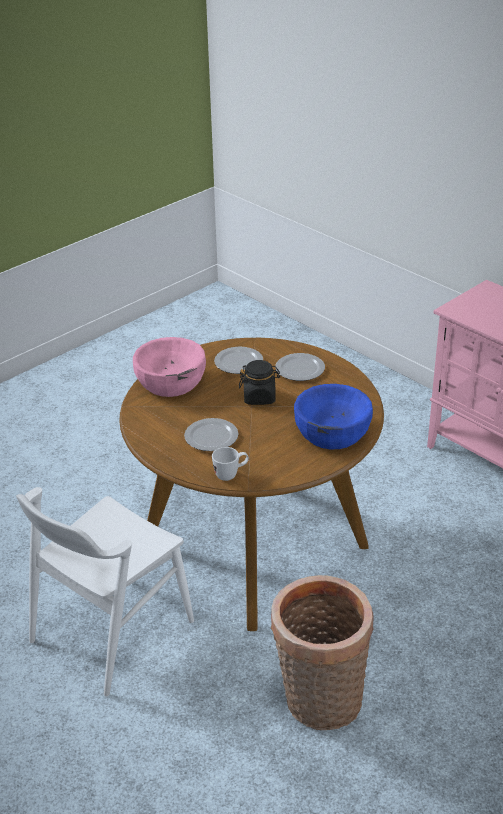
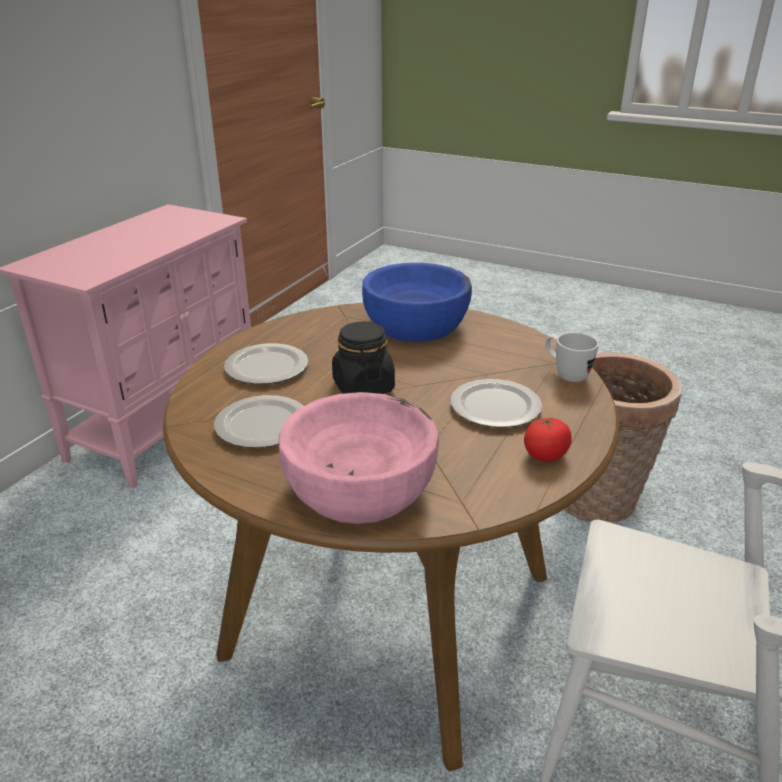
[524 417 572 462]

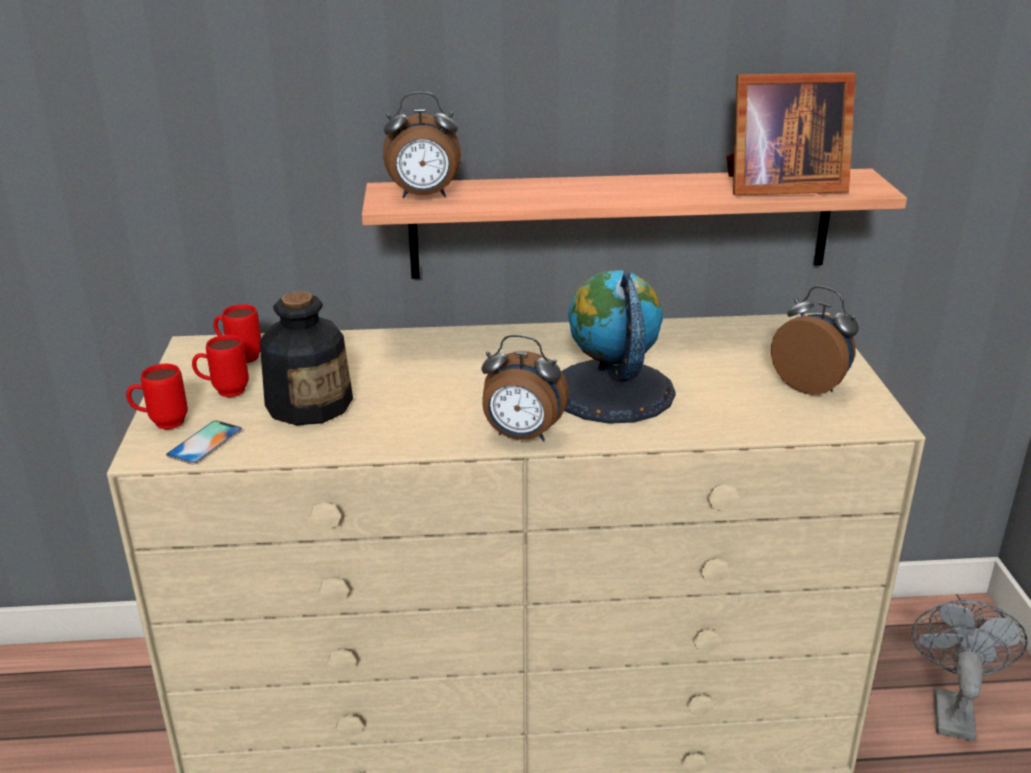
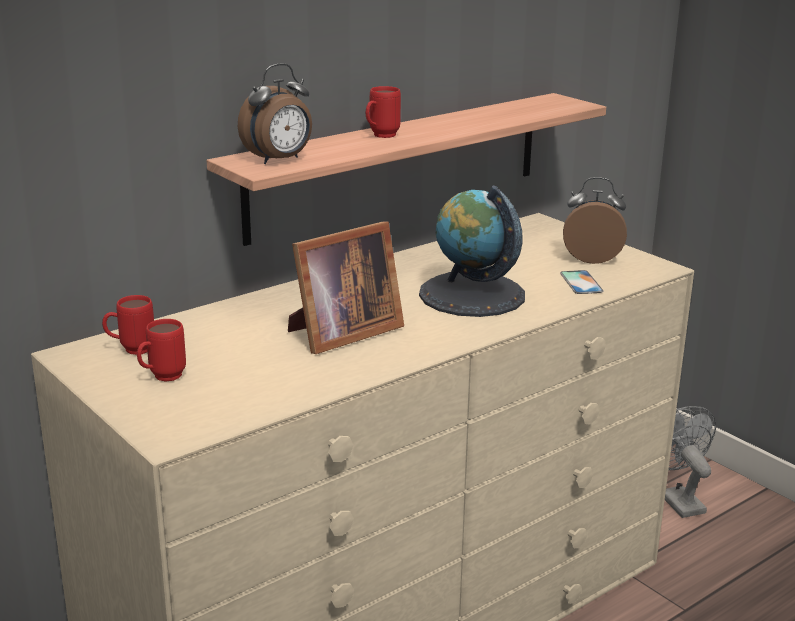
[366 86 401 138]
[560 270 604 294]
[260 291 353 426] (first image)
[481 335 569 441] (first image)
[288 221 404 354]

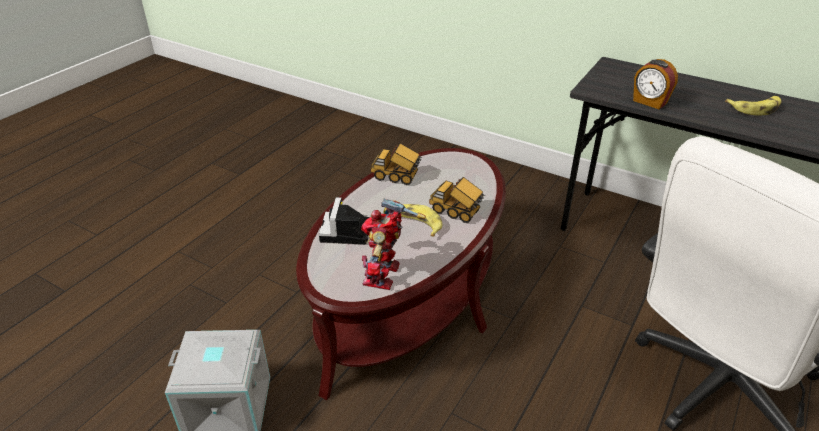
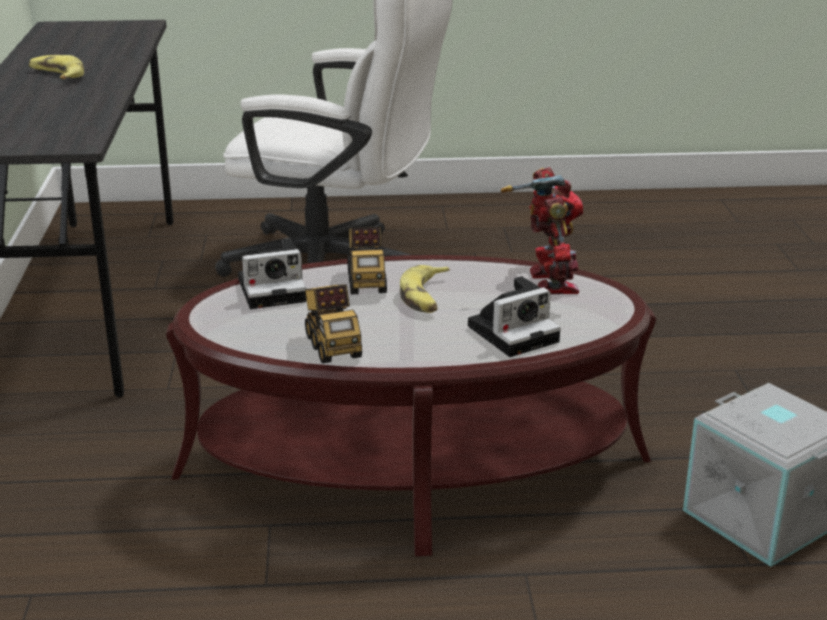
[501 167 583 294]
[633 59 678 109] (first image)
[238 238 307 309]

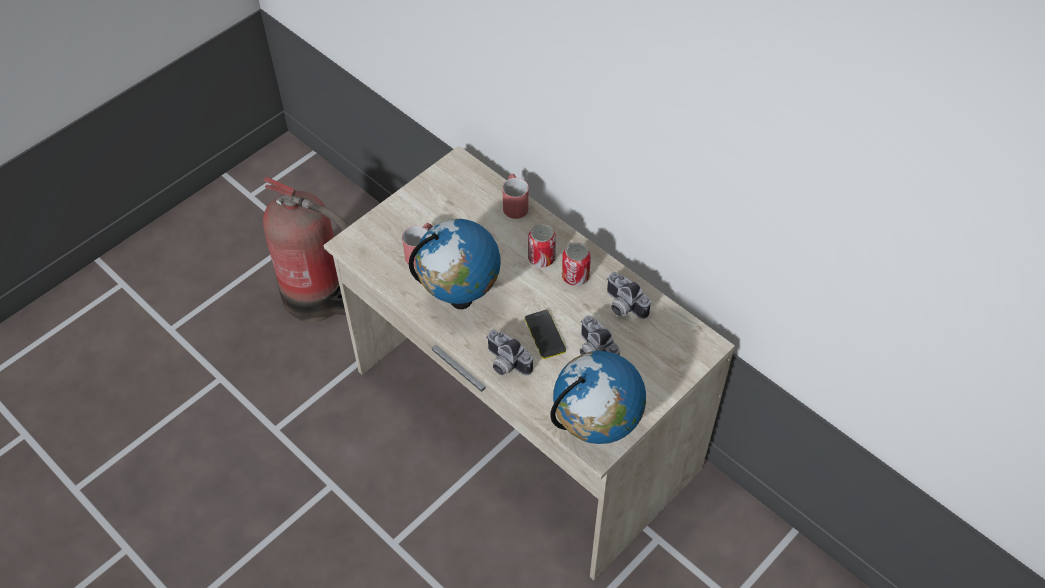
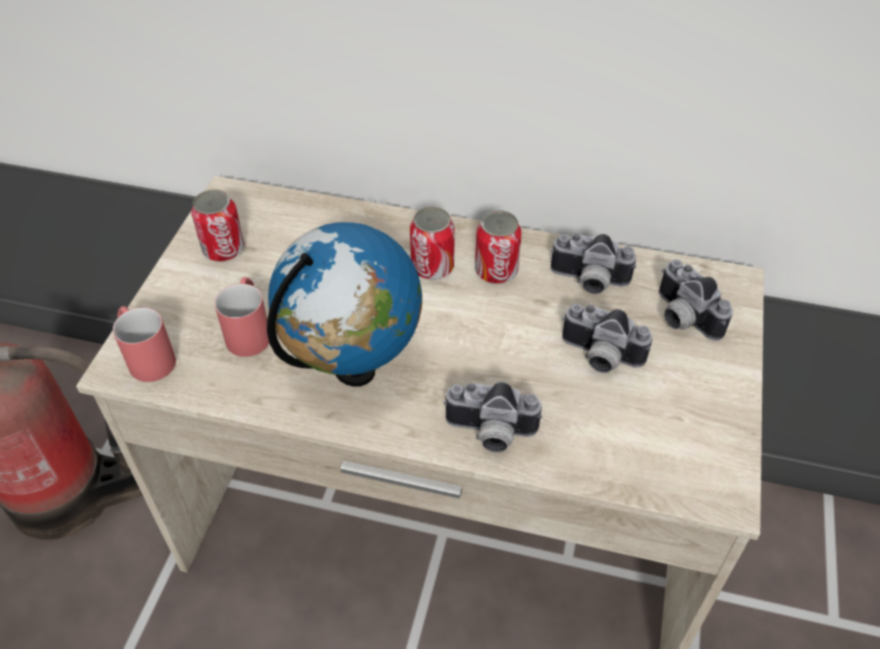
[113 306 176 382]
[525 310 566 359] (first image)
[550 351 646 444] (first image)
[191 189 244 262]
[659 259 733 341]

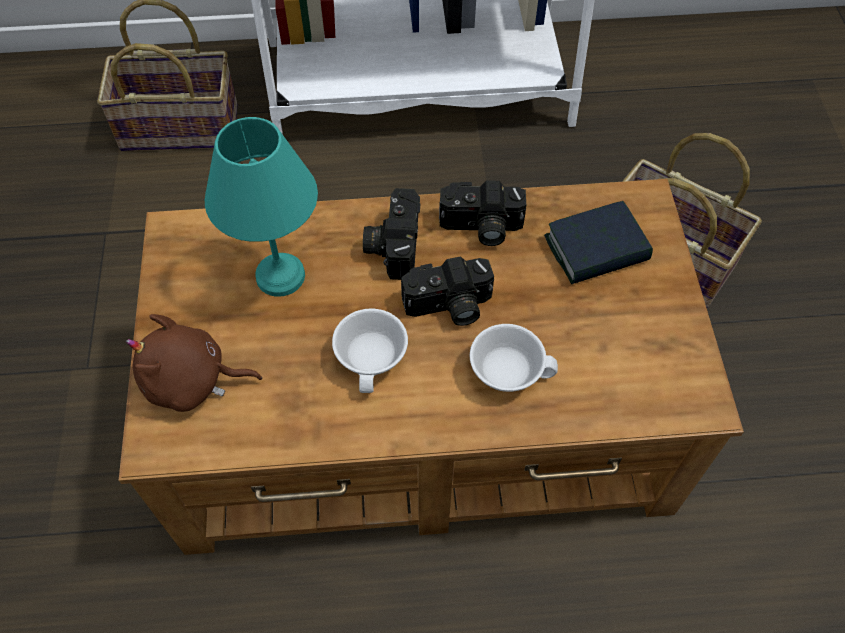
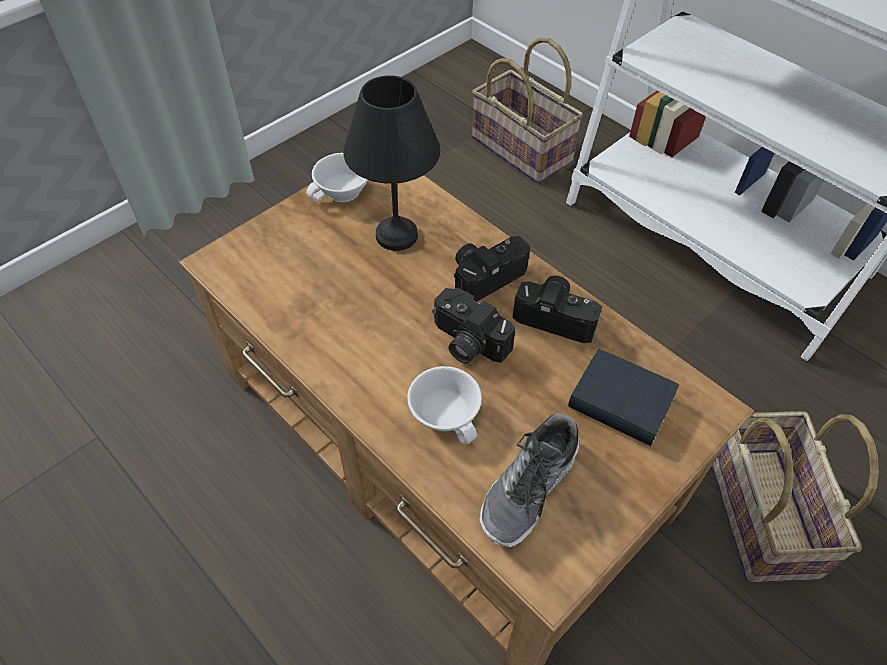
[126 314 262 412] (first image)
[343 75 440 251]
[306 153 368 202]
[513 276 602 343]
[480 413 579 547]

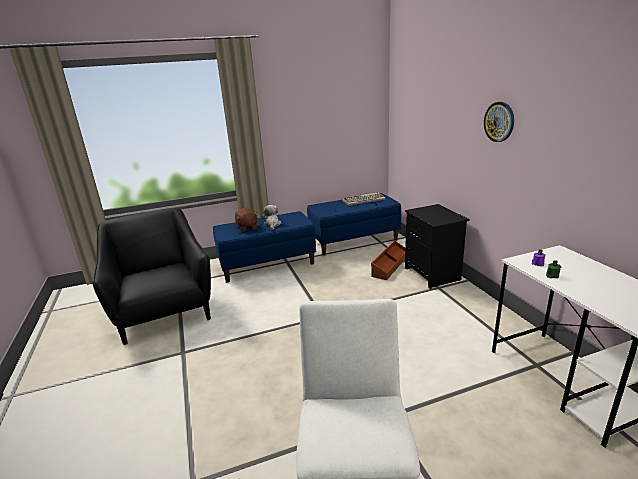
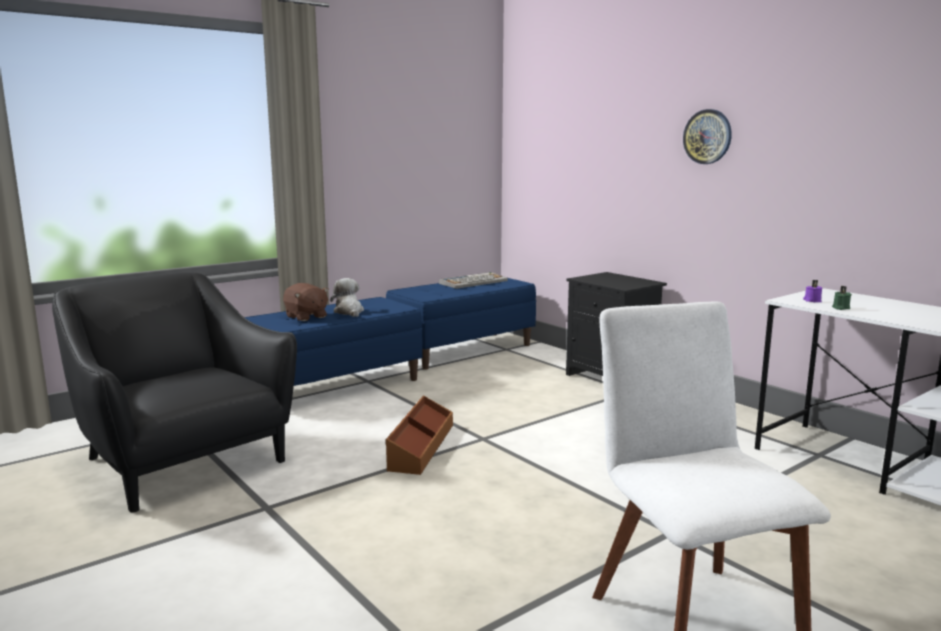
[385 395 453 475]

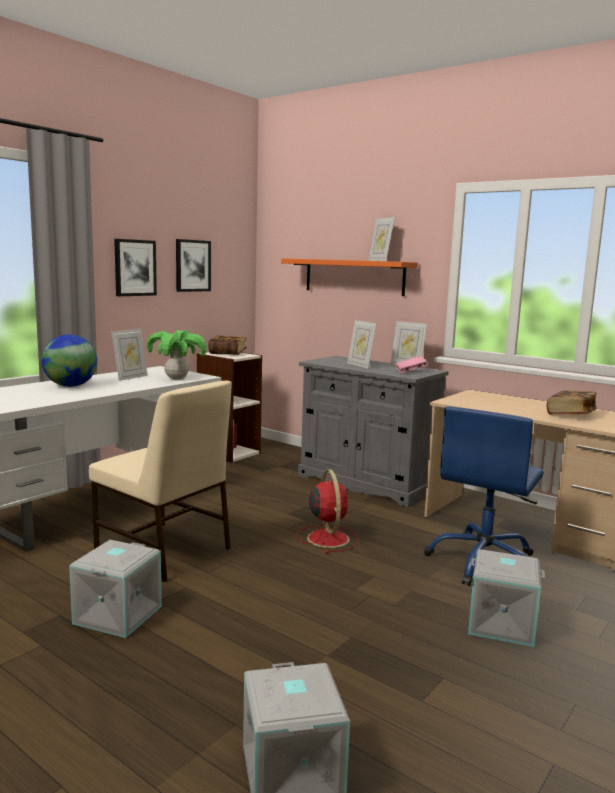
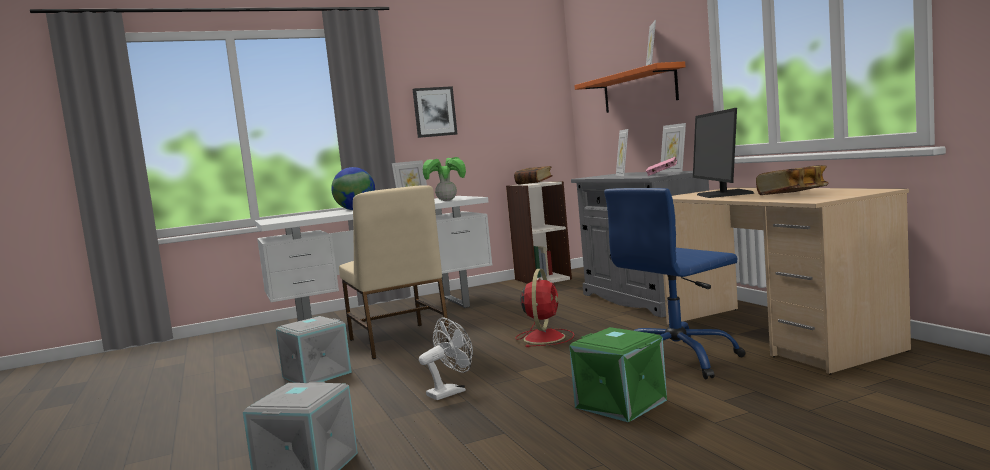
[176 239 211 292] (first image)
[569 327 667 423]
[419 317 473 400]
[693 108 754 198]

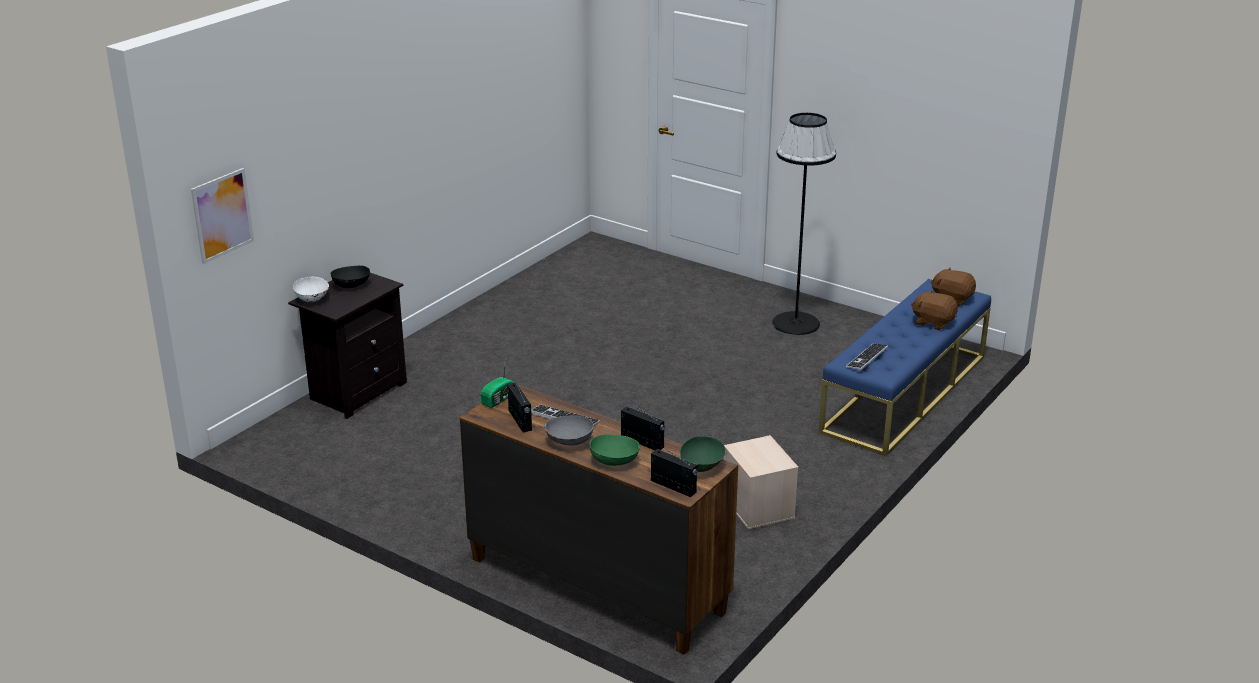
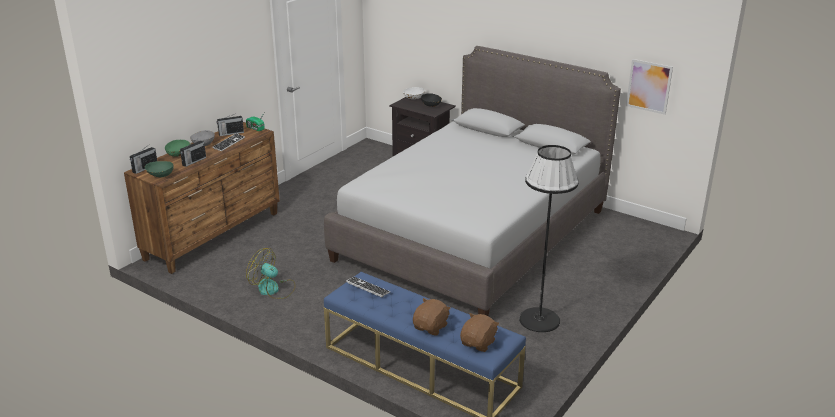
[626 59 673 115]
[246 248 296 299]
[324 46 621 316]

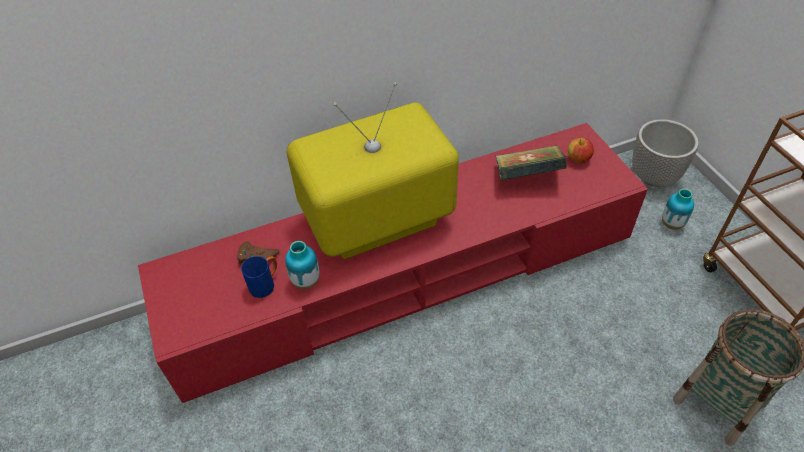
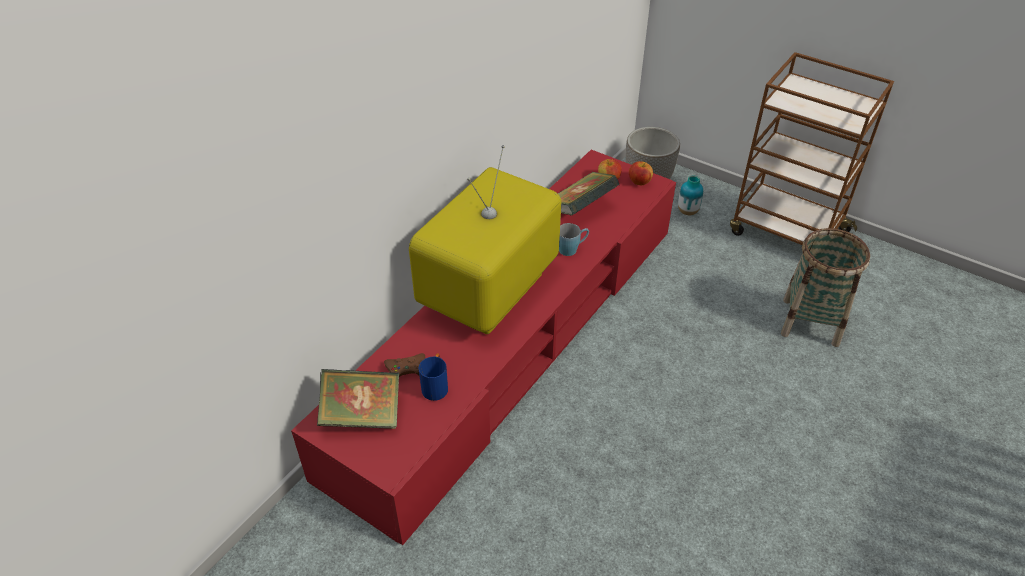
[285 241 320 290] (first image)
[317 369 399 429]
[559 223 589 256]
[629 161 653 185]

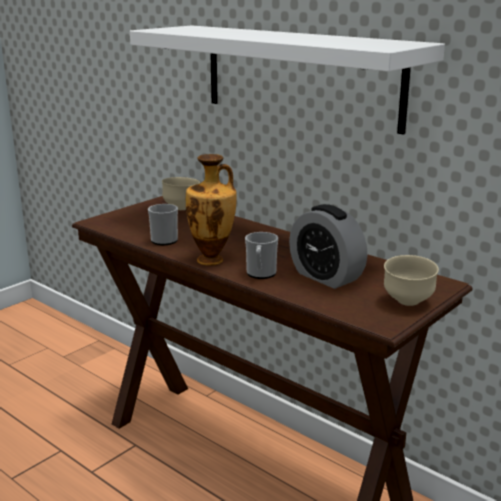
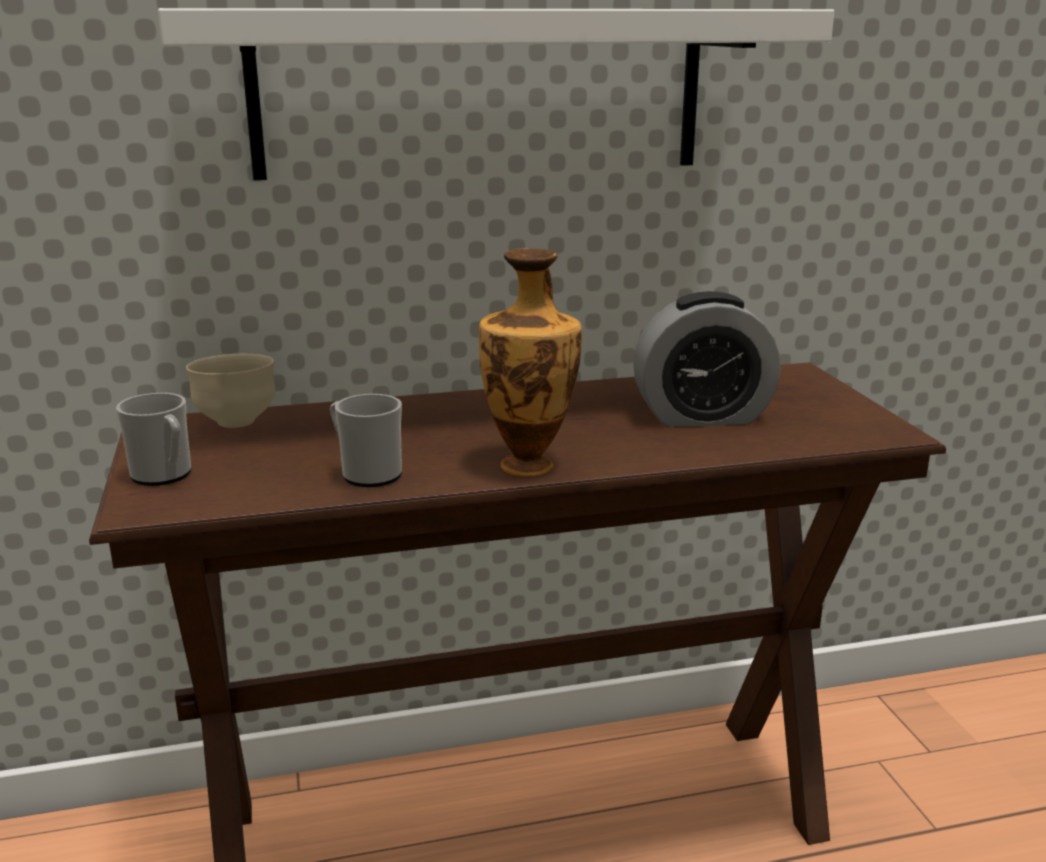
[116 393 191 486]
[384 255 439 306] (first image)

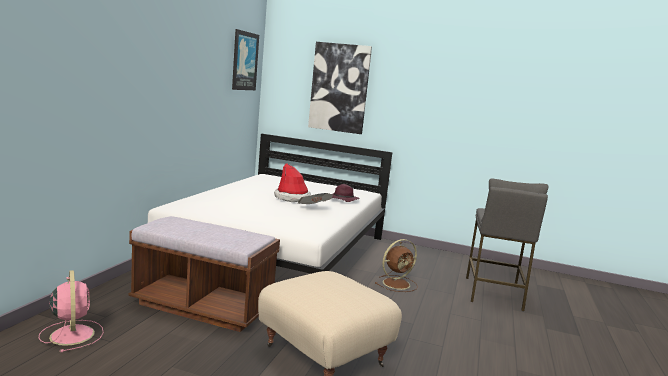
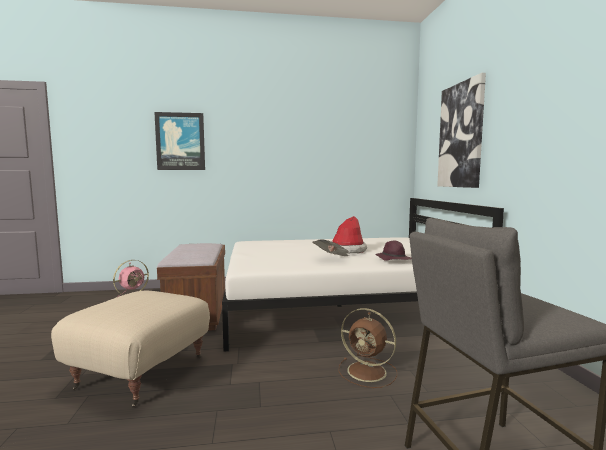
[154 112 205 170]

